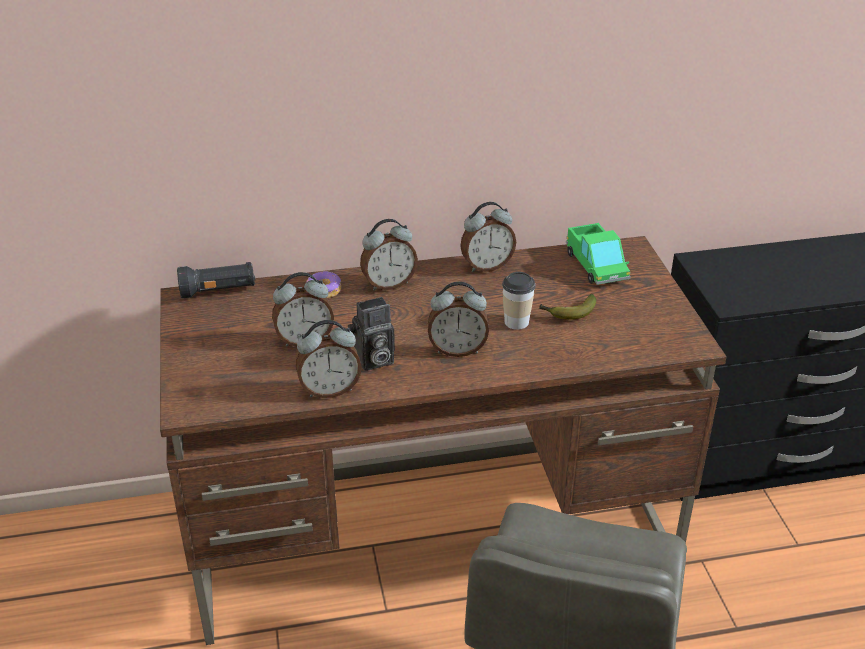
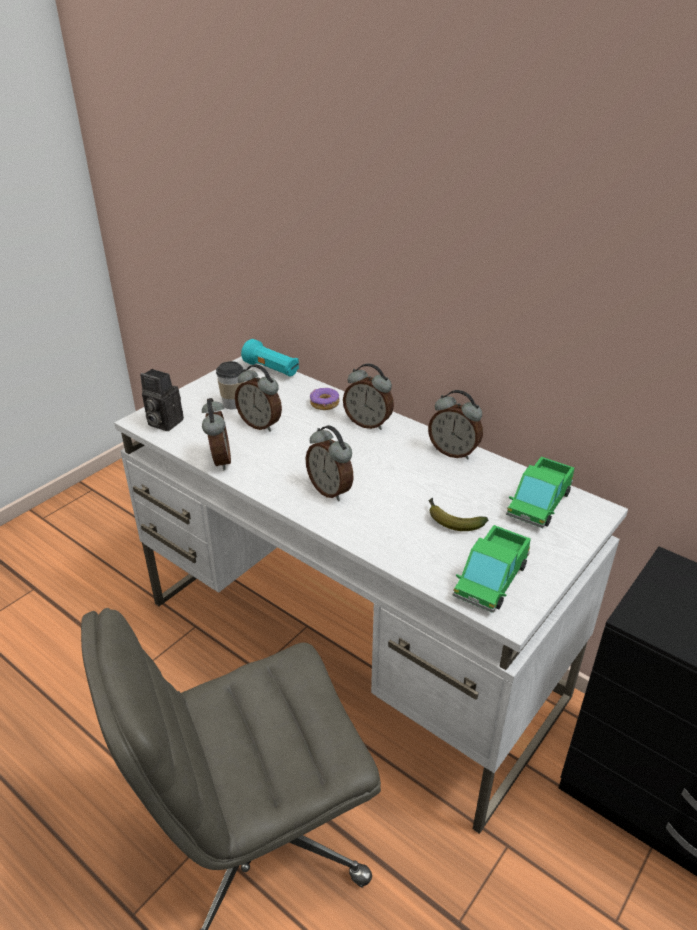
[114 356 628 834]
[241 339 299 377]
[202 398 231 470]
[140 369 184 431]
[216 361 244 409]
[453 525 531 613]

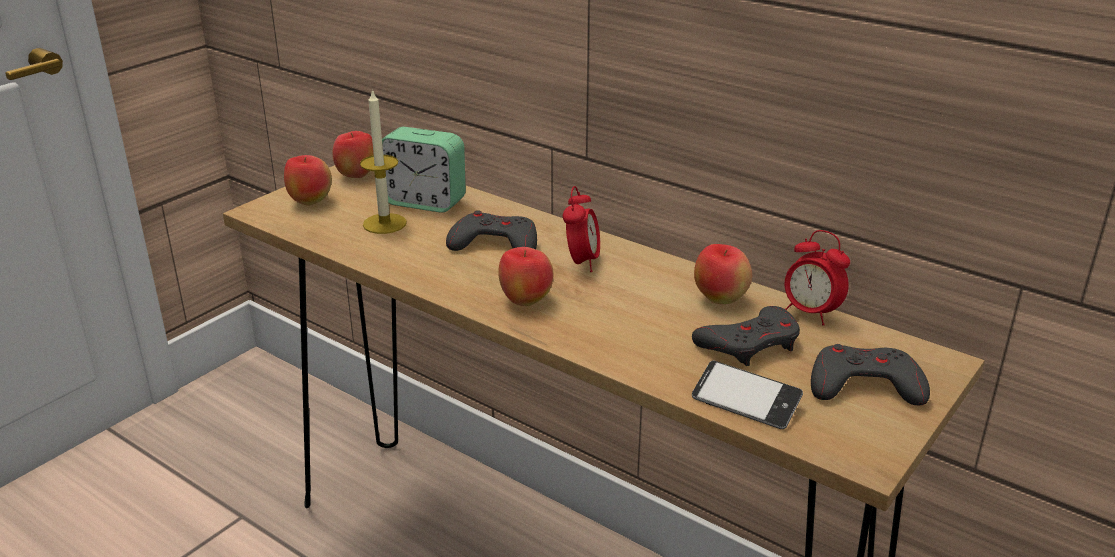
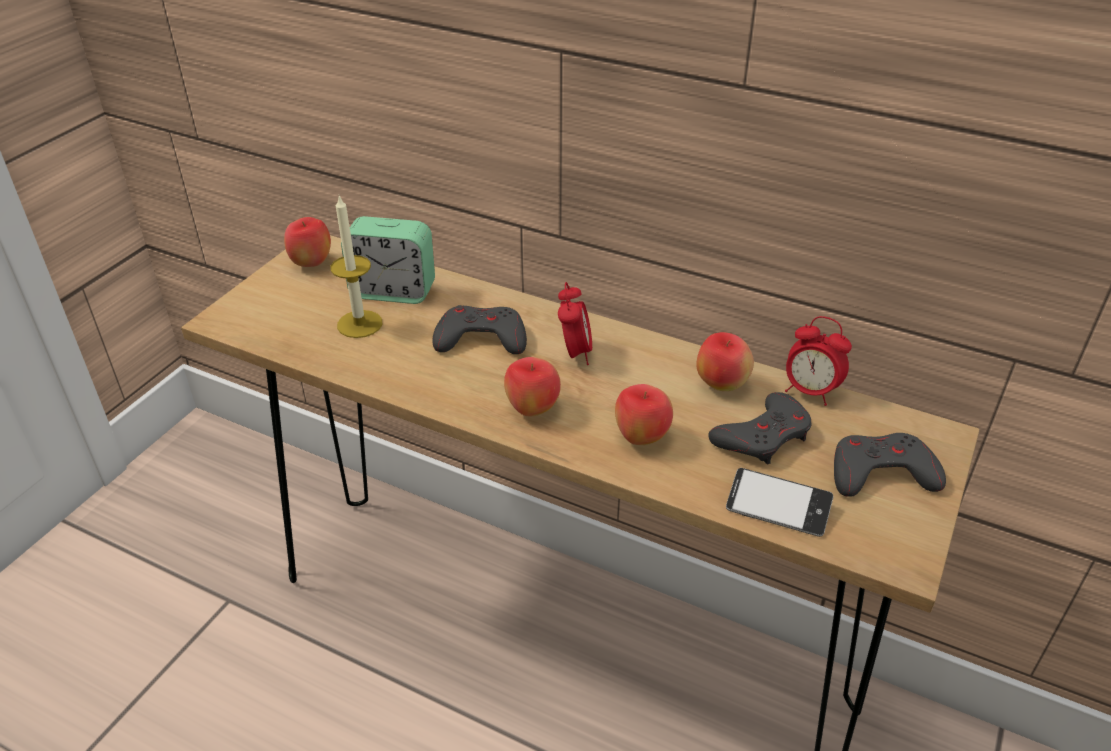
[615 384 673 445]

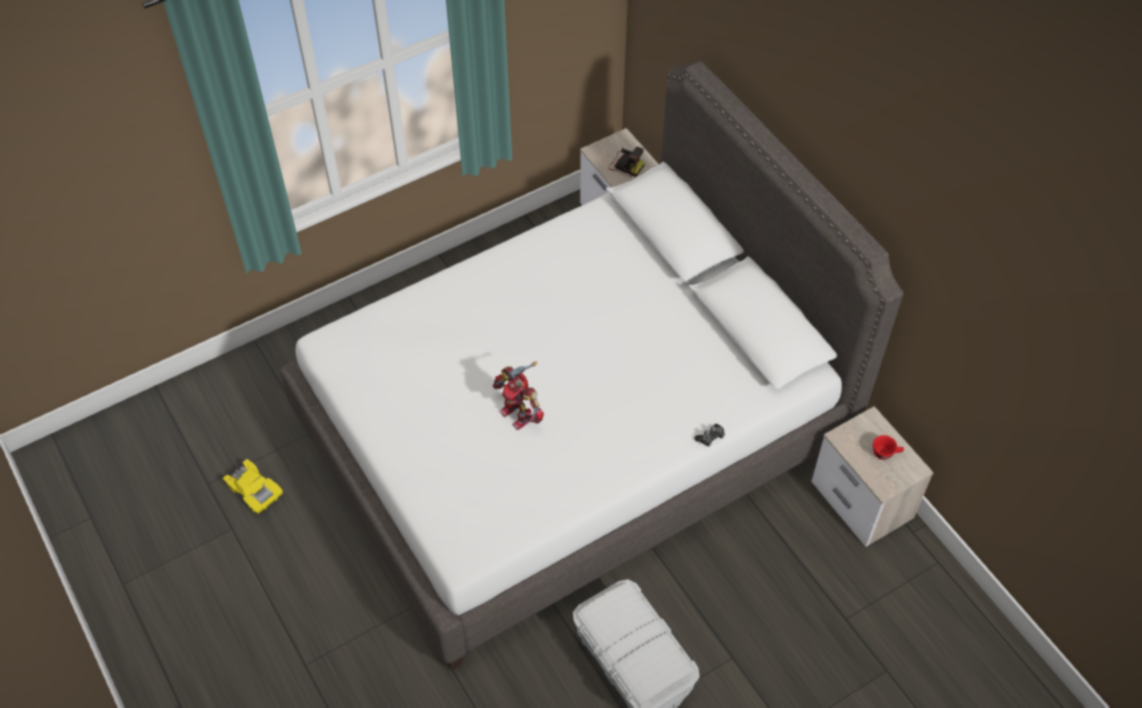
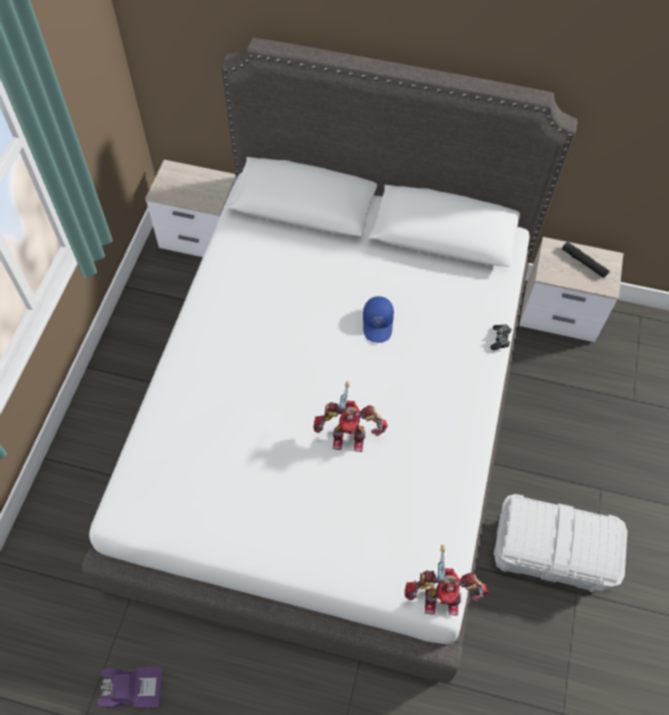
[97 667 162 709]
[608 147 645 177] (first image)
[562 242 610 278]
[363 296 394 343]
[405 545 488 616]

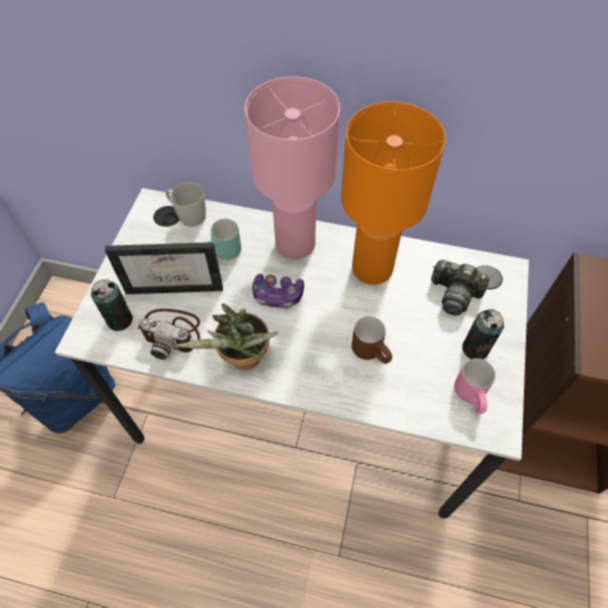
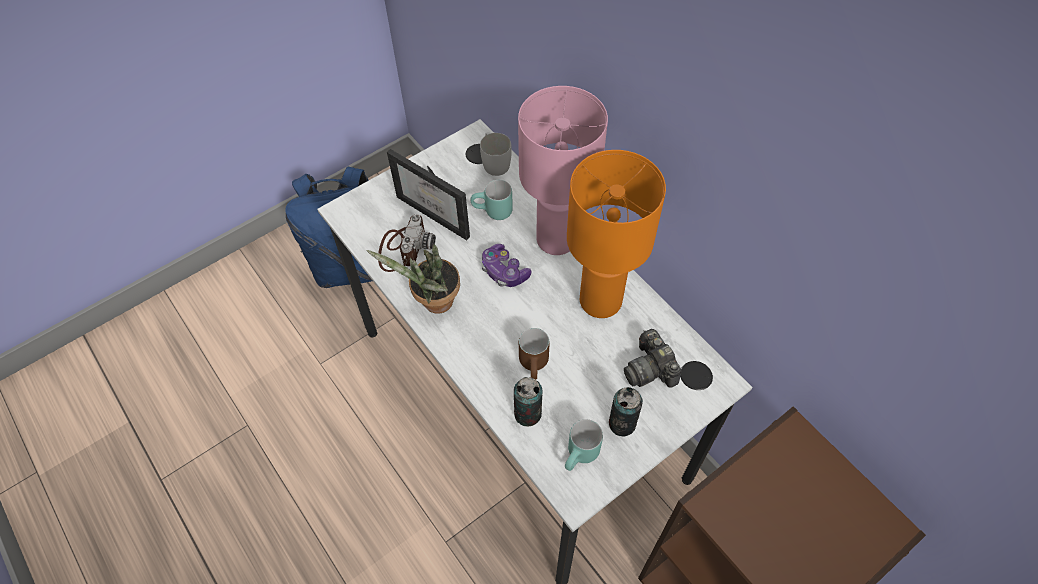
[514 377 543 426]
[378 215 436 272]
[565 419 603 471]

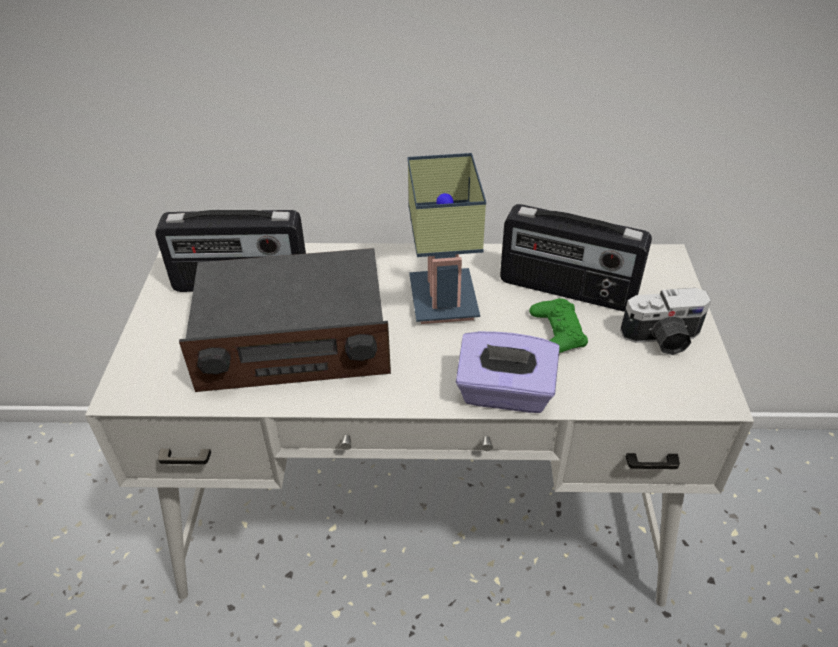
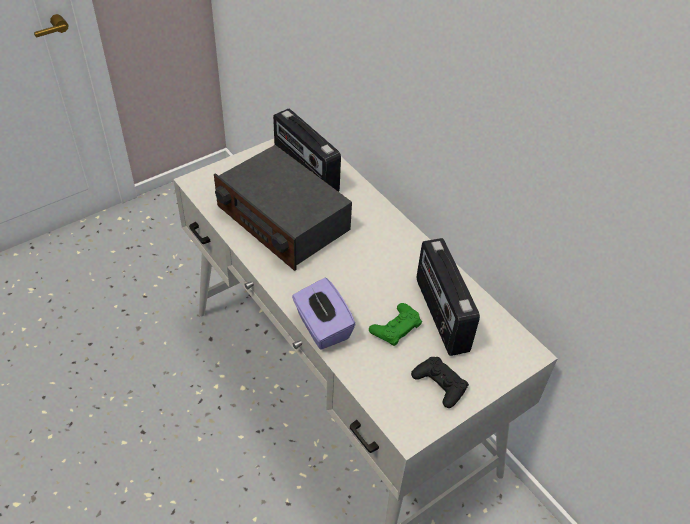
[407 153 486 324] (first image)
[411 356 469 408]

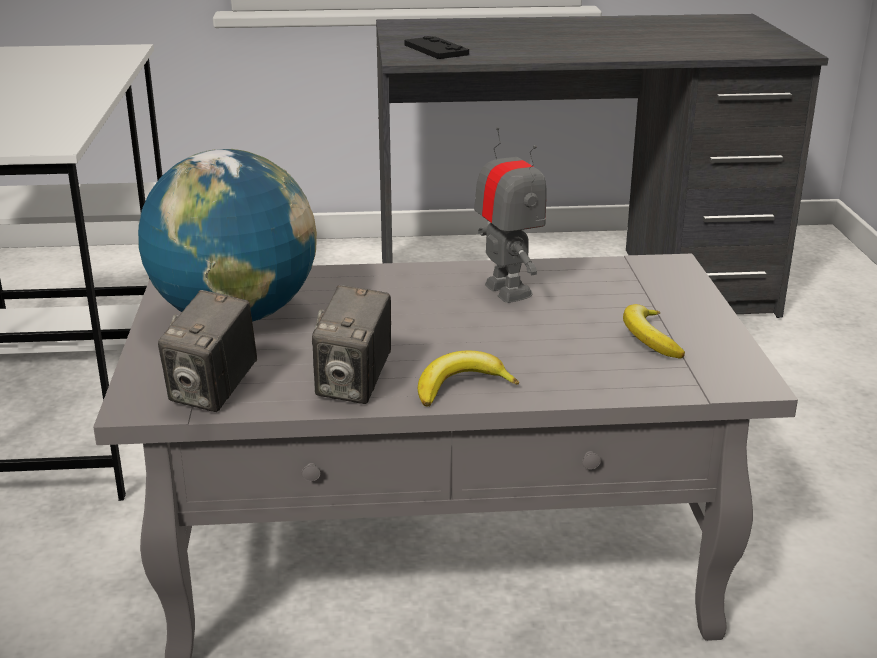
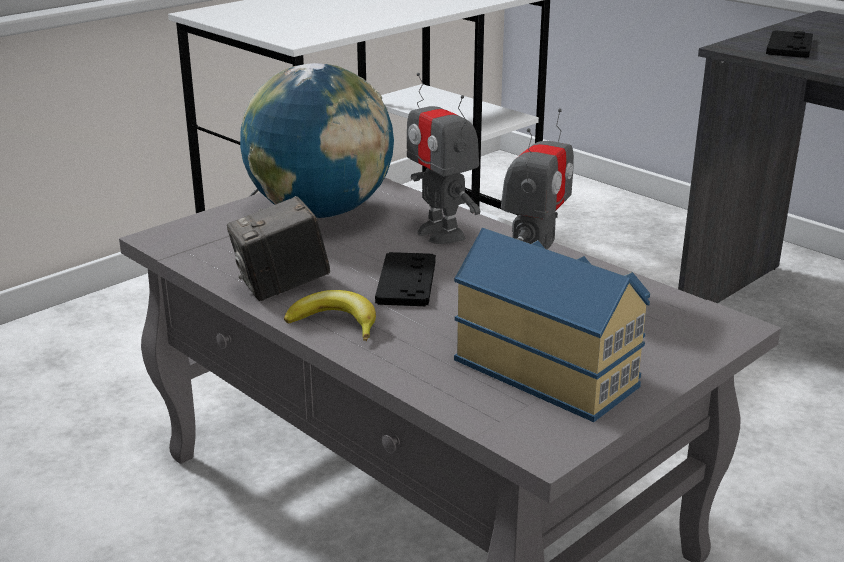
[158 290 257 412] (first image)
[454 228 650 422]
[375 252 436 306]
[407 73 480 244]

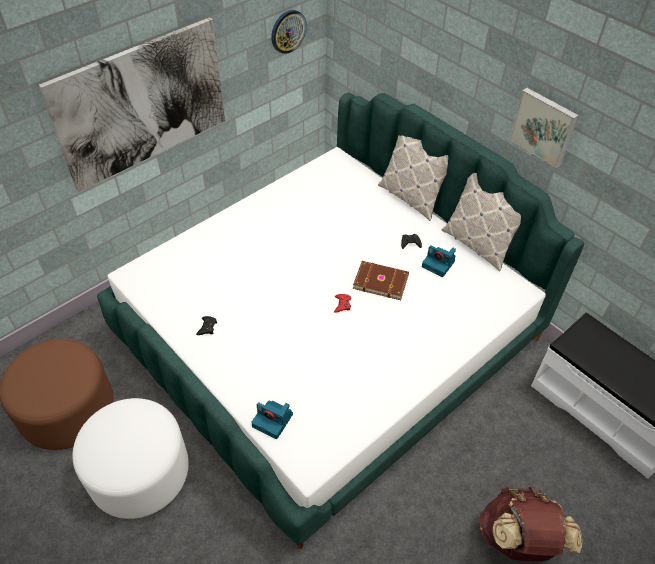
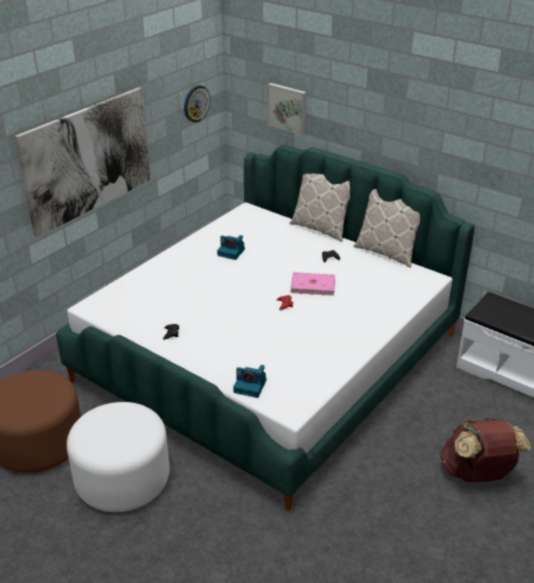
[290 272 335 296]
[217 235 245 260]
[268 83 307 135]

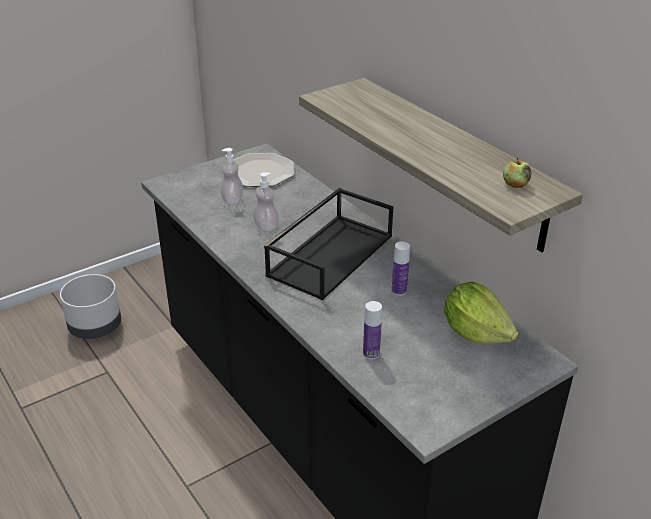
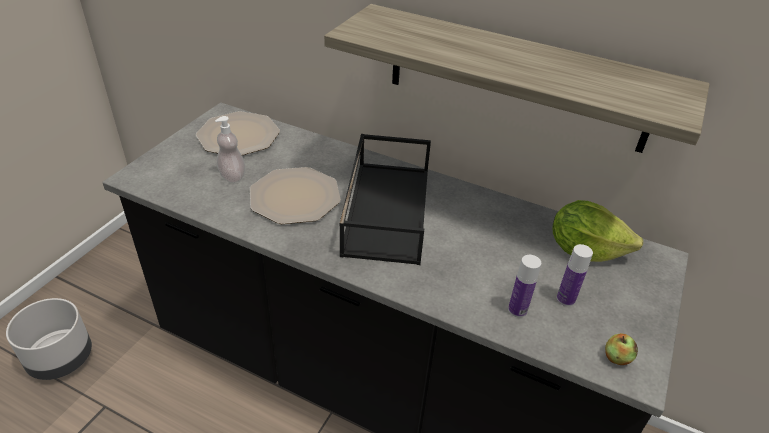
[250 167 341 224]
[557 244 593 306]
[605 333 638 365]

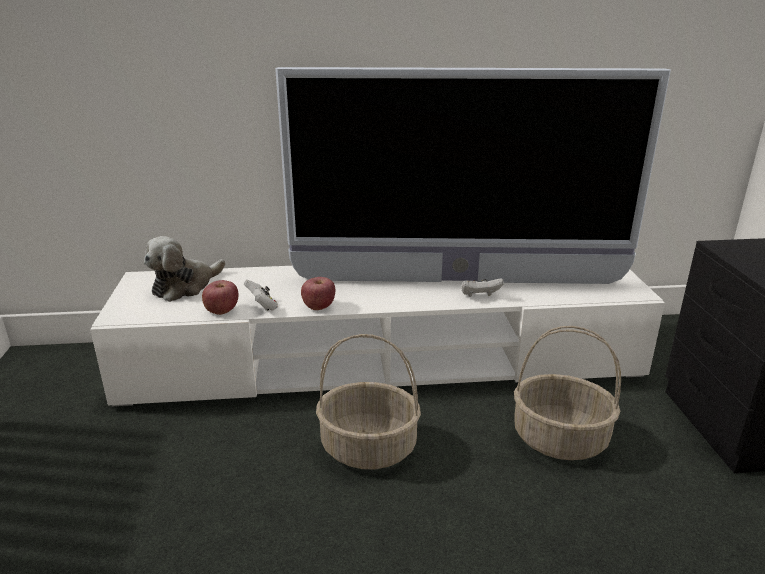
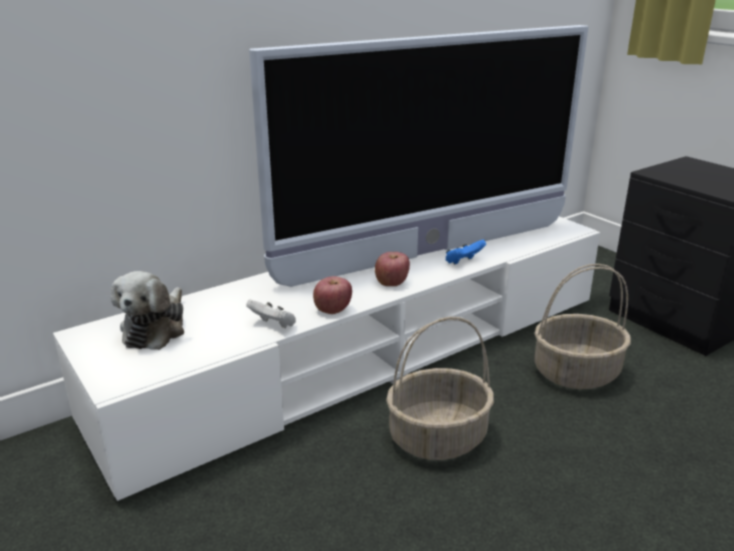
[375 252 410 286]
[446 240 486 265]

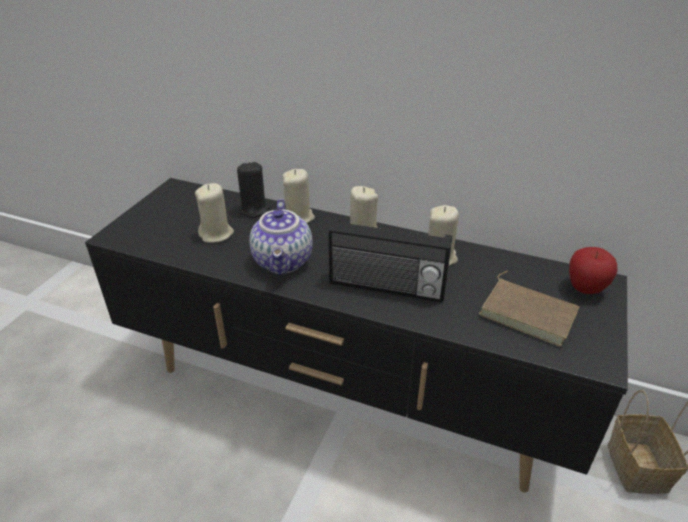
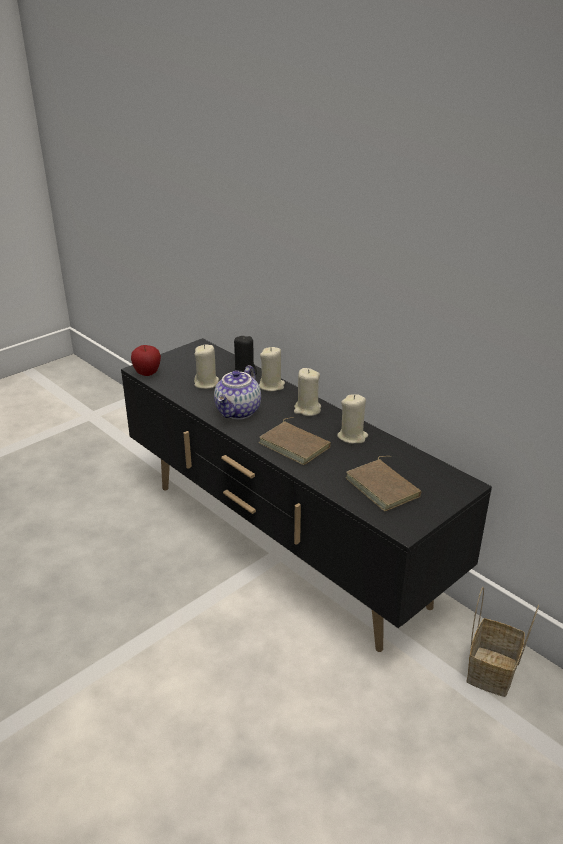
[259 417 331 465]
[131 345 161 376]

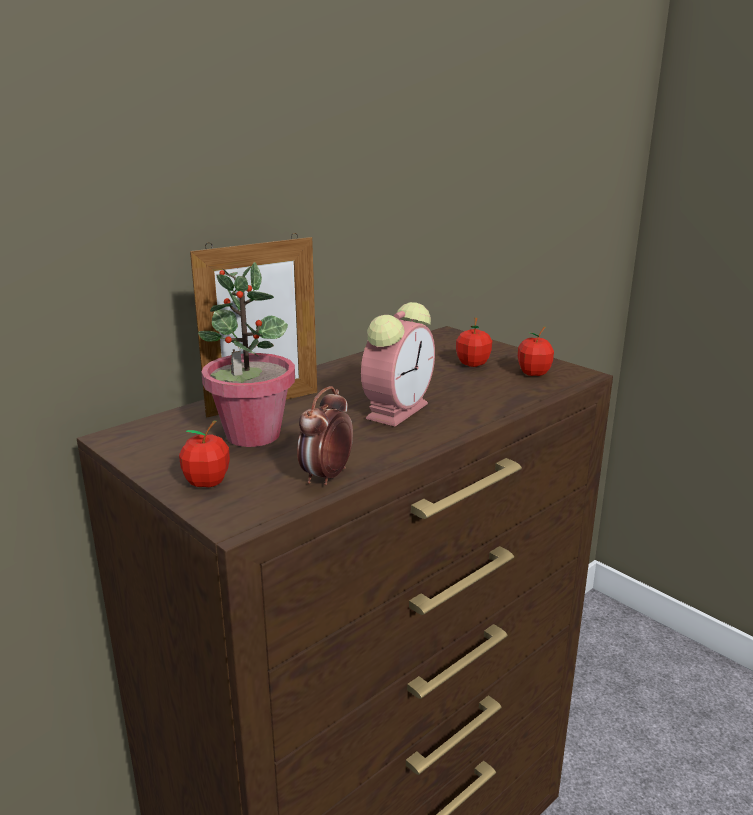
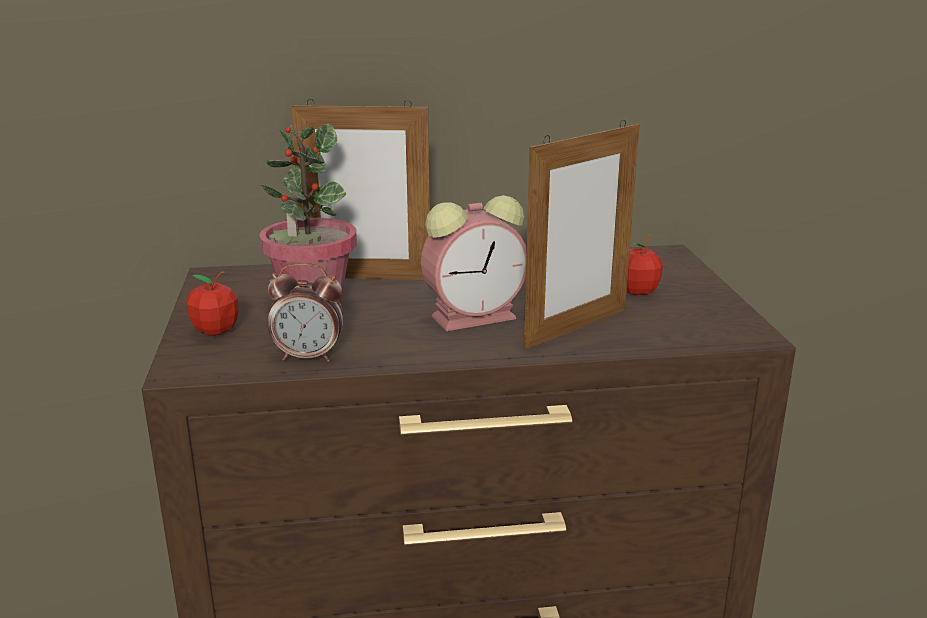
[268 263 343 362]
[518 327 554 376] (first image)
[524 120 639 350]

